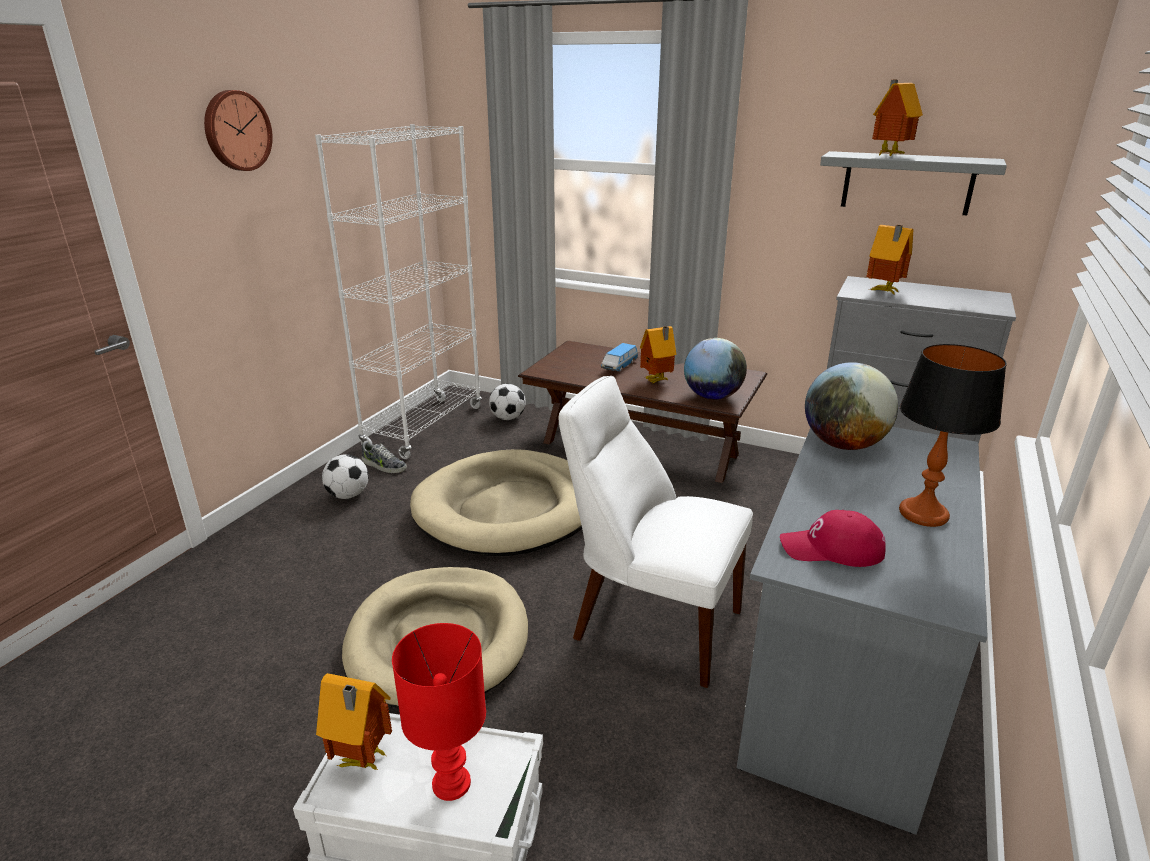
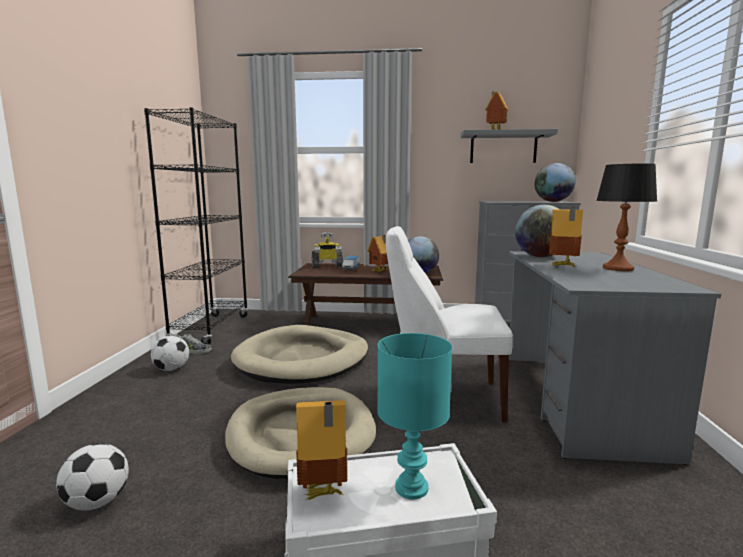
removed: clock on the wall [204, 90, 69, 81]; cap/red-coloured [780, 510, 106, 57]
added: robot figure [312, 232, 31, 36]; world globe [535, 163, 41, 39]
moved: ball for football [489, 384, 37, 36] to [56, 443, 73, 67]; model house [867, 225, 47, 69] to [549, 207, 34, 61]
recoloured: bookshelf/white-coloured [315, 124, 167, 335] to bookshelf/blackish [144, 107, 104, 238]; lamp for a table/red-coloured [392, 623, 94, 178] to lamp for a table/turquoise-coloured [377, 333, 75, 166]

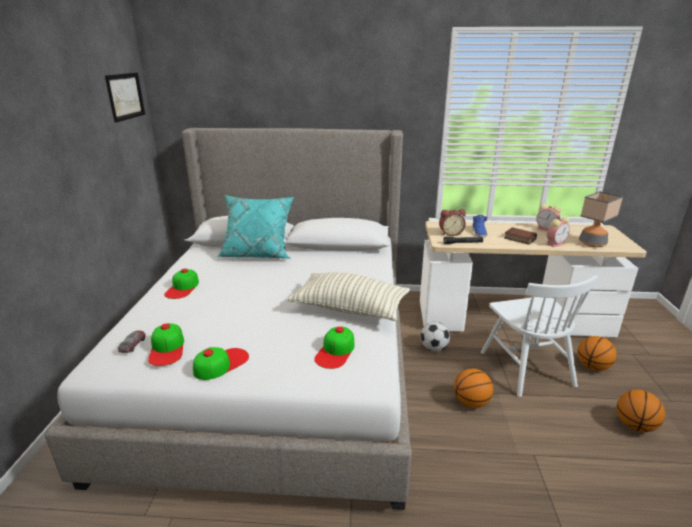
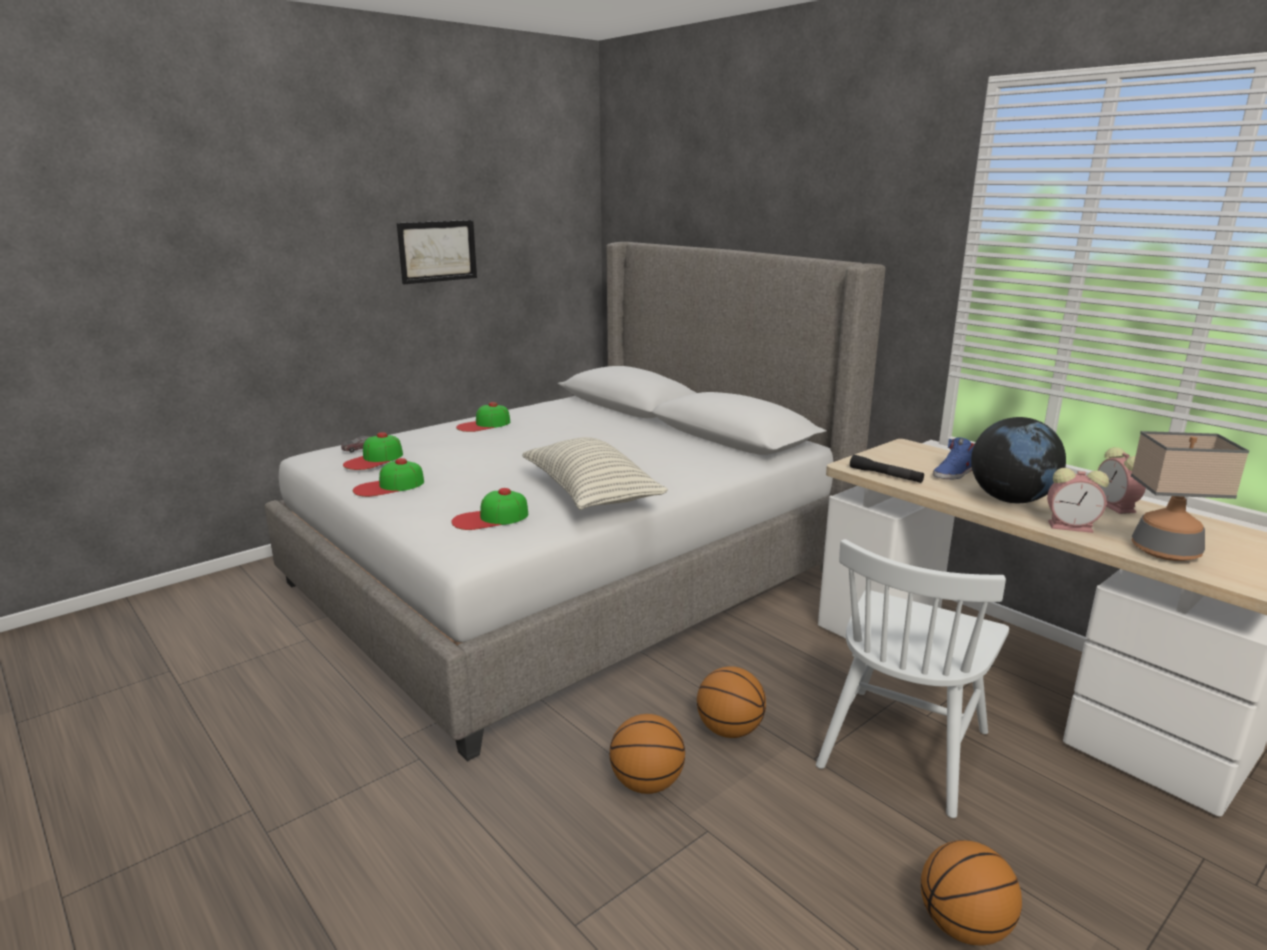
removed: pillow/turquoise-coloured [216, 195, 78, 64]; ball for football [421, 322, 29, 29]; table clock [439, 209, 27, 27]
moved: wall art [105, 73, 40, 50] to [397, 220, 80, 64]; ball for basketball [578, 336, 39, 35] to [610, 714, 75, 80]
replaced: bound book [504, 227, 33, 18] to world globe [971, 417, 95, 86]
turned: cap [193, 347, 56, 33] = [353, 458, 71, 39] 150 degrees clockwise

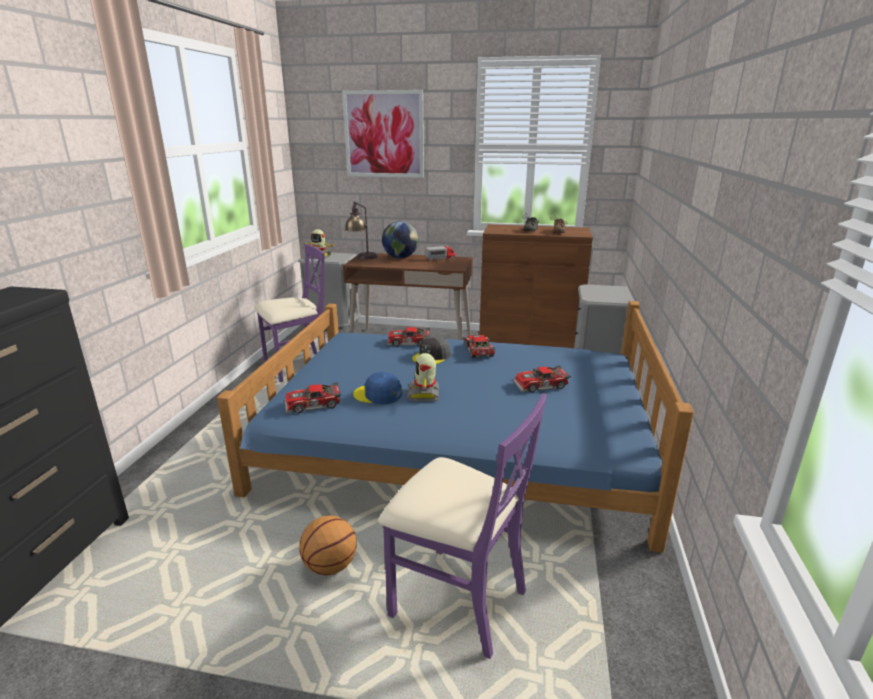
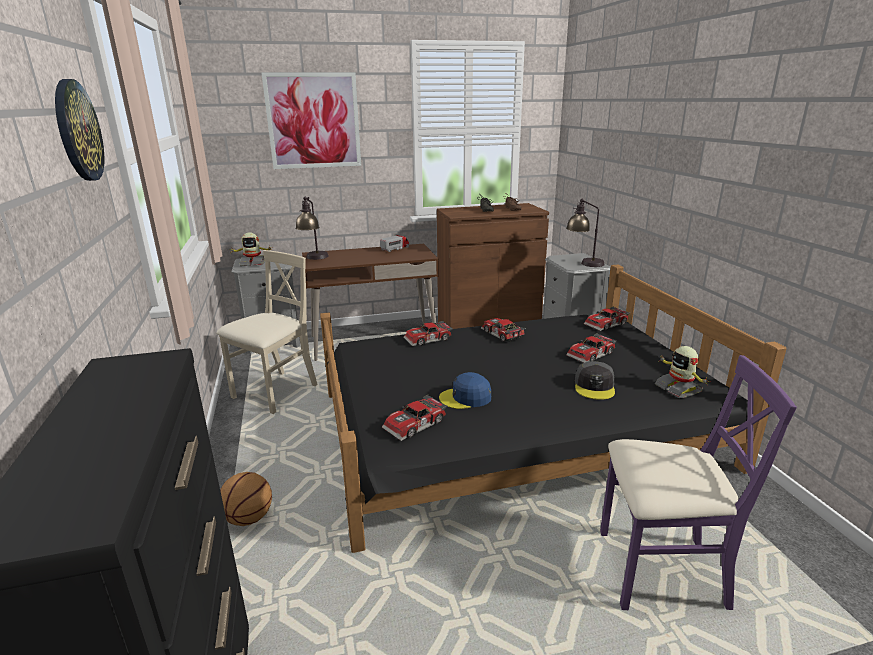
removed: world globe [382, 221, 36, 37]
added: clock on the wall [55, 79, 49, 102]; lamp for a table [566, 199, 39, 68]; model car [584, 306, 46, 25]
moved: ball for basketball [299, 515, 58, 61] to [220, 472, 52, 54]; robot figure [407, 353, 32, 49] to [655, 346, 54, 52]; cap/gray [412, 336, 39, 28] to [575, 361, 40, 39]
recoloured: bedroom bed/blue-coloured [217, 301, 477, 252] to bedroom bed/blackish [320, 265, 467, 288]; plain chair/purple-coloured [254, 244, 72, 138] to plain chair/beige [216, 250, 102, 164]

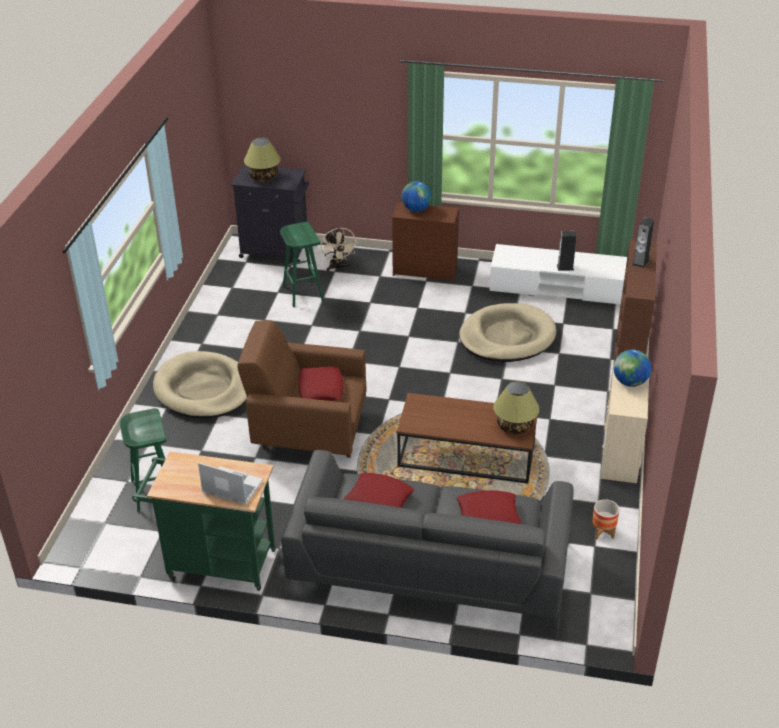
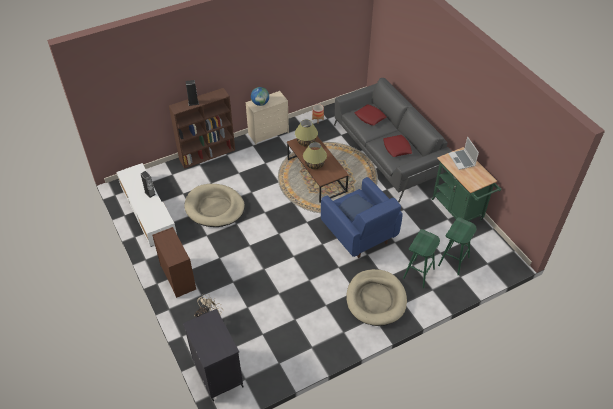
removed: world globe [401, 181, 31, 31]
moved: lamp for a table [244, 138, 37, 44] to [303, 142, 24, 27]; stool seat/green-coloured [280, 222, 44, 85] to [403, 229, 37, 59]
recoloured: armchair/brown-coloured [237, 320, 130, 138] to armchair/blue-coloured [321, 177, 82, 81]; pillow/red-coloured [298, 366, 45, 35] to pillow/blue-coloured [339, 194, 34, 27]

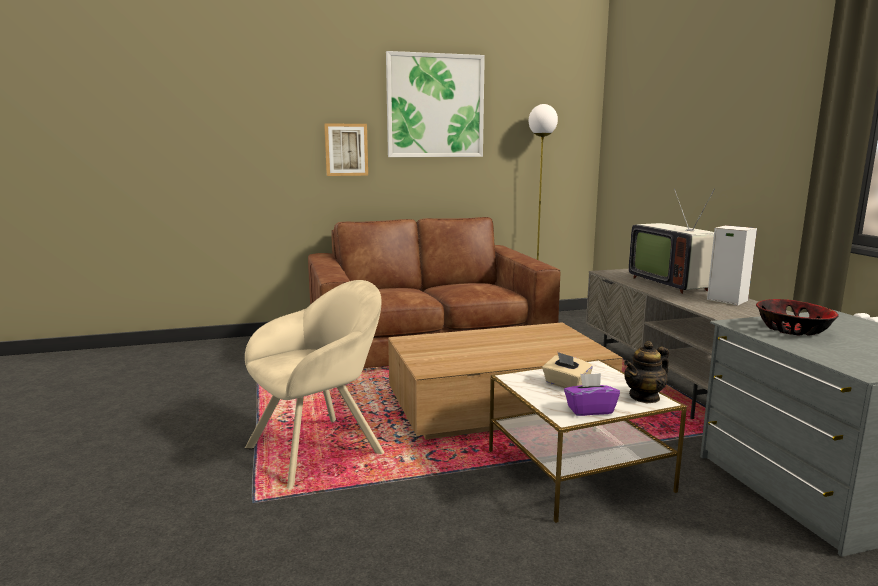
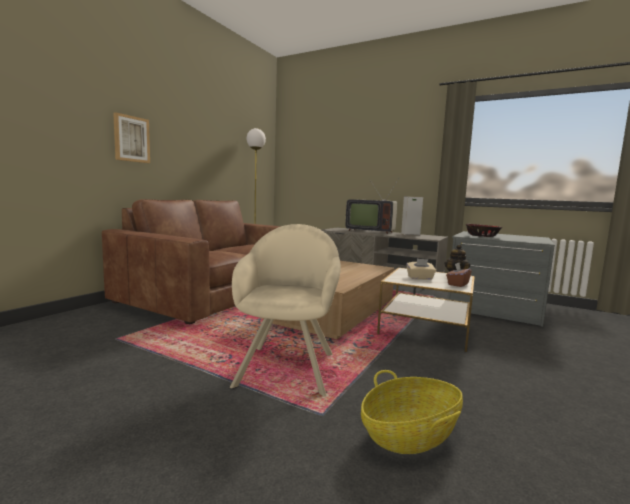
removed: wall art [386, 51, 99, 106]
added: basket [361, 370, 102, 84]
recoloured: box of tissues/purple-coloured [564, 373, 56, 43] to box of tissues/brown-coloured [446, 263, 26, 24]

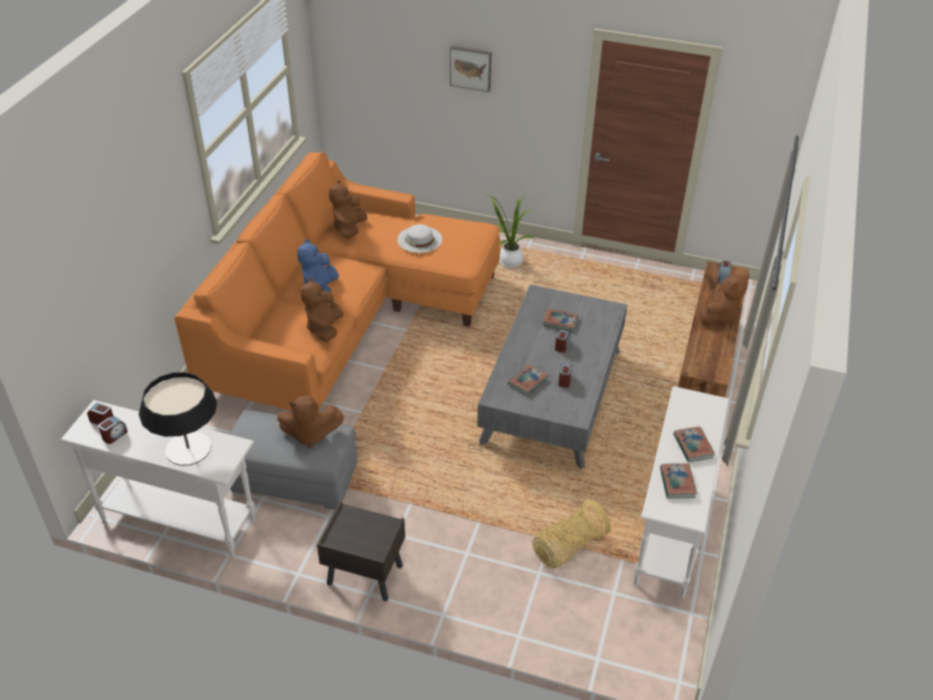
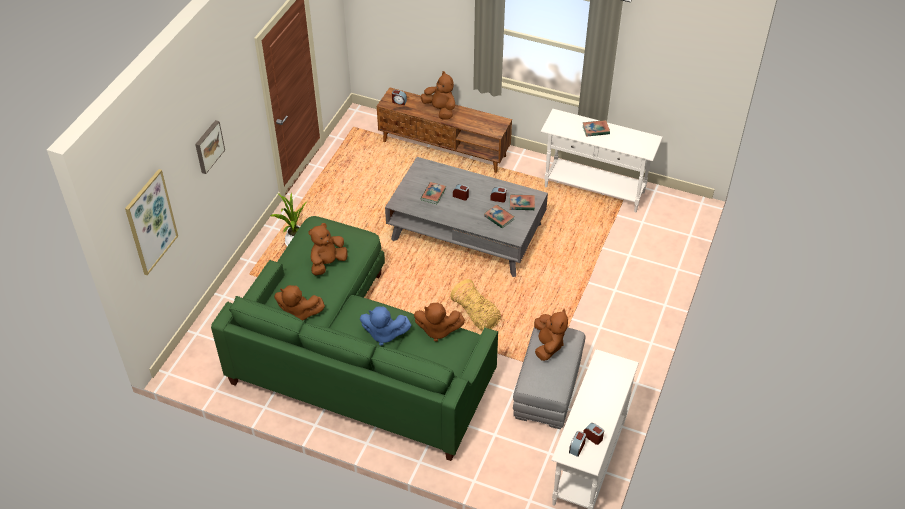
removed: lamp for a table [139, 372, 78, 94]; bedside table/brown-coloured [317, 501, 88, 100]
added: wall art [125, 169, 53, 106]
moved: basket [532, 499, 79, 69] to [450, 279, 51, 52]; bound book [660, 463, 37, 35] to [510, 195, 25, 15]
replaced: clothing hat/white-coloured [397, 224, 45, 29] to cuddly toy/brown-coloured [308, 223, 40, 52]
recoloured: settee/orangey [174, 152, 326, 259] to settee/green-coloured [211, 216, 287, 245]

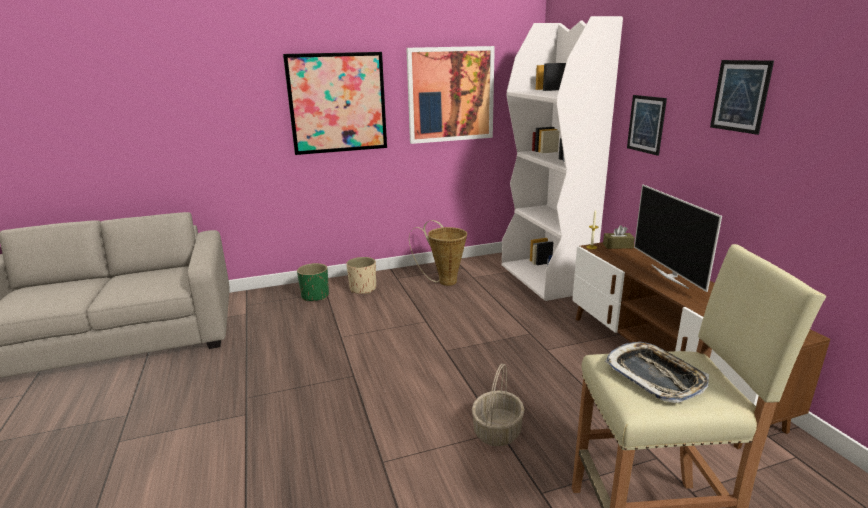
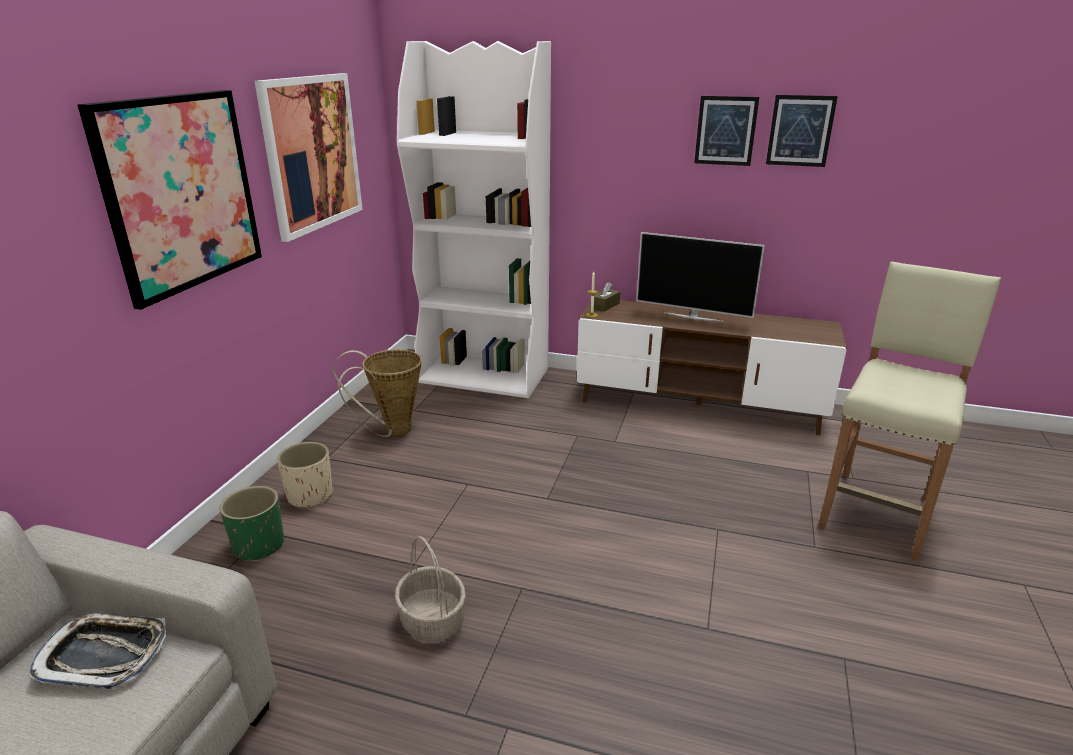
moved: basket [472, 364, 52, 82] to [395, 536, 71, 106]; carrying tray [605, 342, 104, 61] to [29, 613, 137, 76]; wall art [627, 95, 40, 61] to [766, 95, 72, 72]

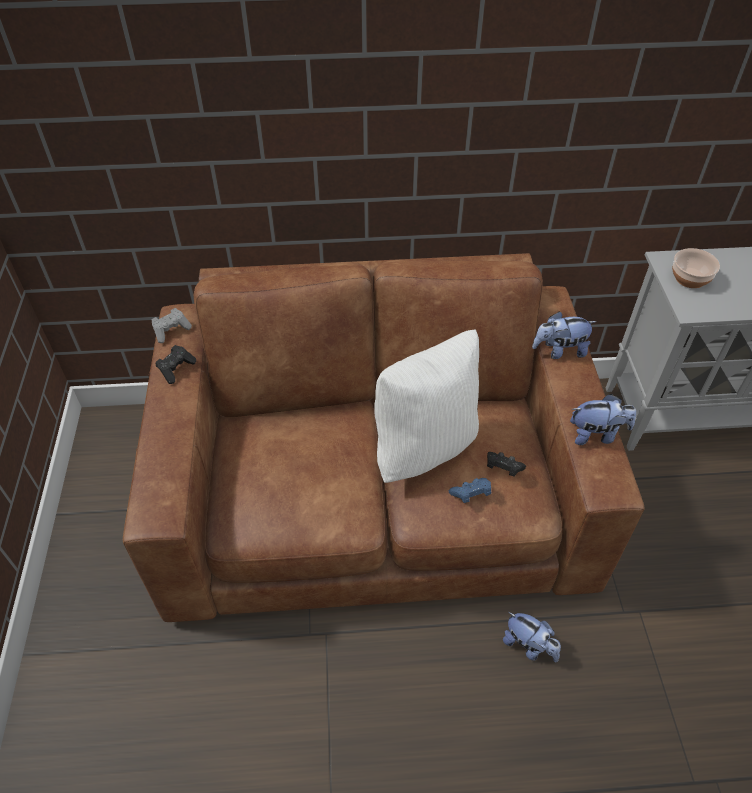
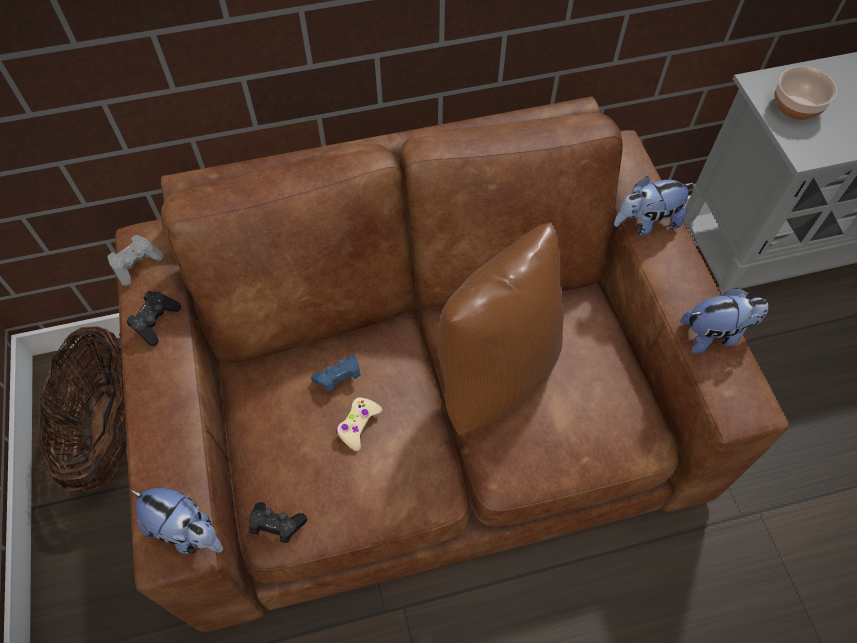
added: basket [38, 326, 89, 166]; gamepad/beige [336, 397, 46, 54]
moved: gamepad/blue-coloured [449, 478, 42, 25] to [311, 355, 50, 37]; gamepad/blackish [487, 452, 39, 25] to [249, 502, 58, 41]; cuddly toy [503, 612, 58, 50] to [131, 488, 92, 66]
recoloured: pillow/white-coloured [374, 330, 105, 153] to pillow/brown-coloured [437, 222, 127, 213]

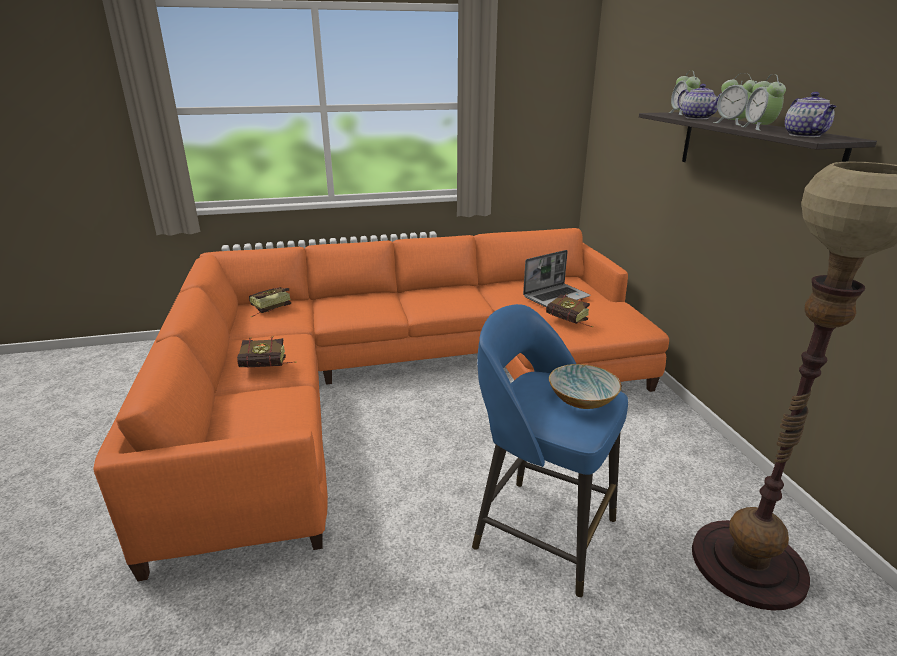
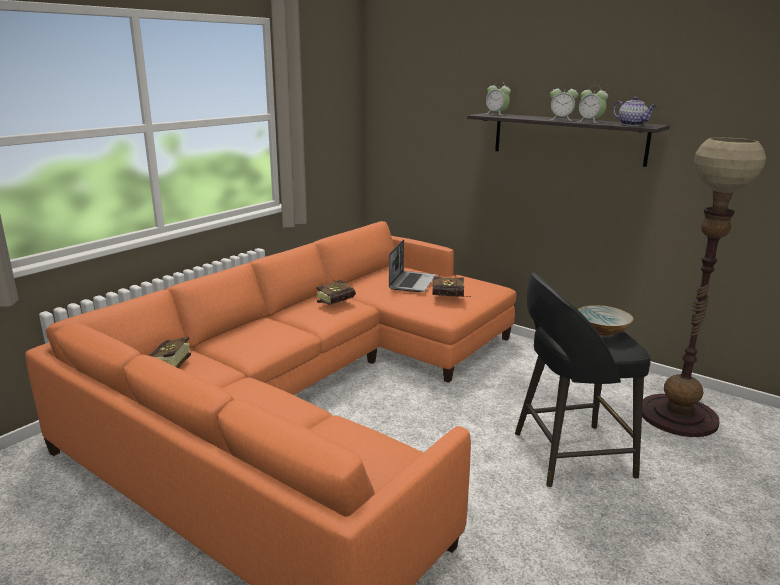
removed: pot for tea [678, 84, 43, 35]
moved: bound book [237, 336, 59, 31] to [317, 280, 38, 25]
recoloured: stool seat/blue-coloured [472, 304, 156, 293] to stool seat/blackish [515, 273, 136, 214]

